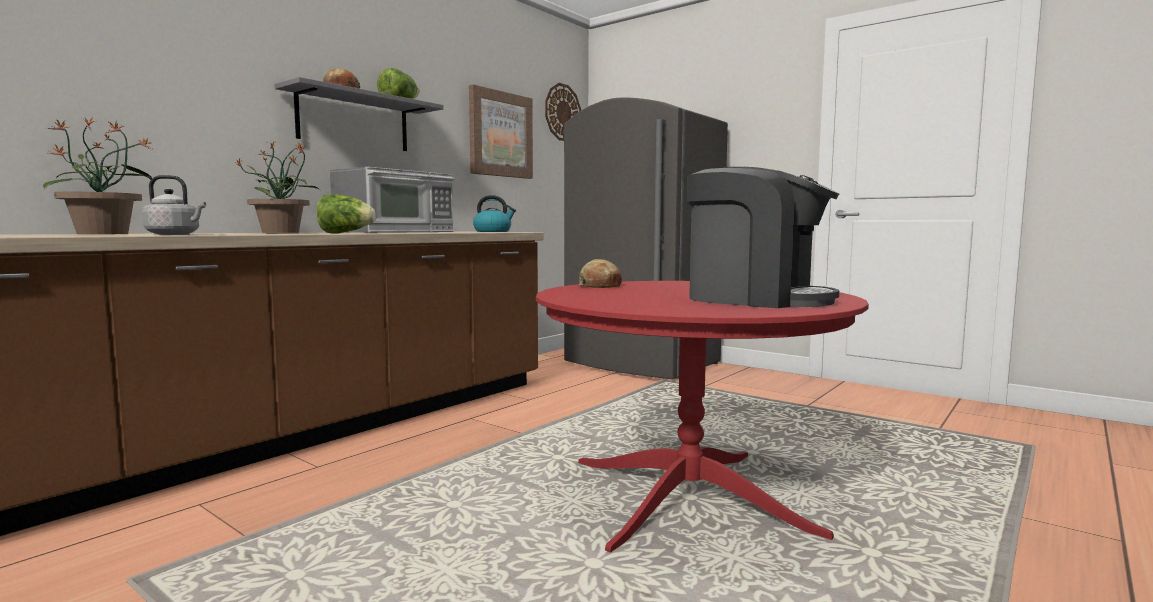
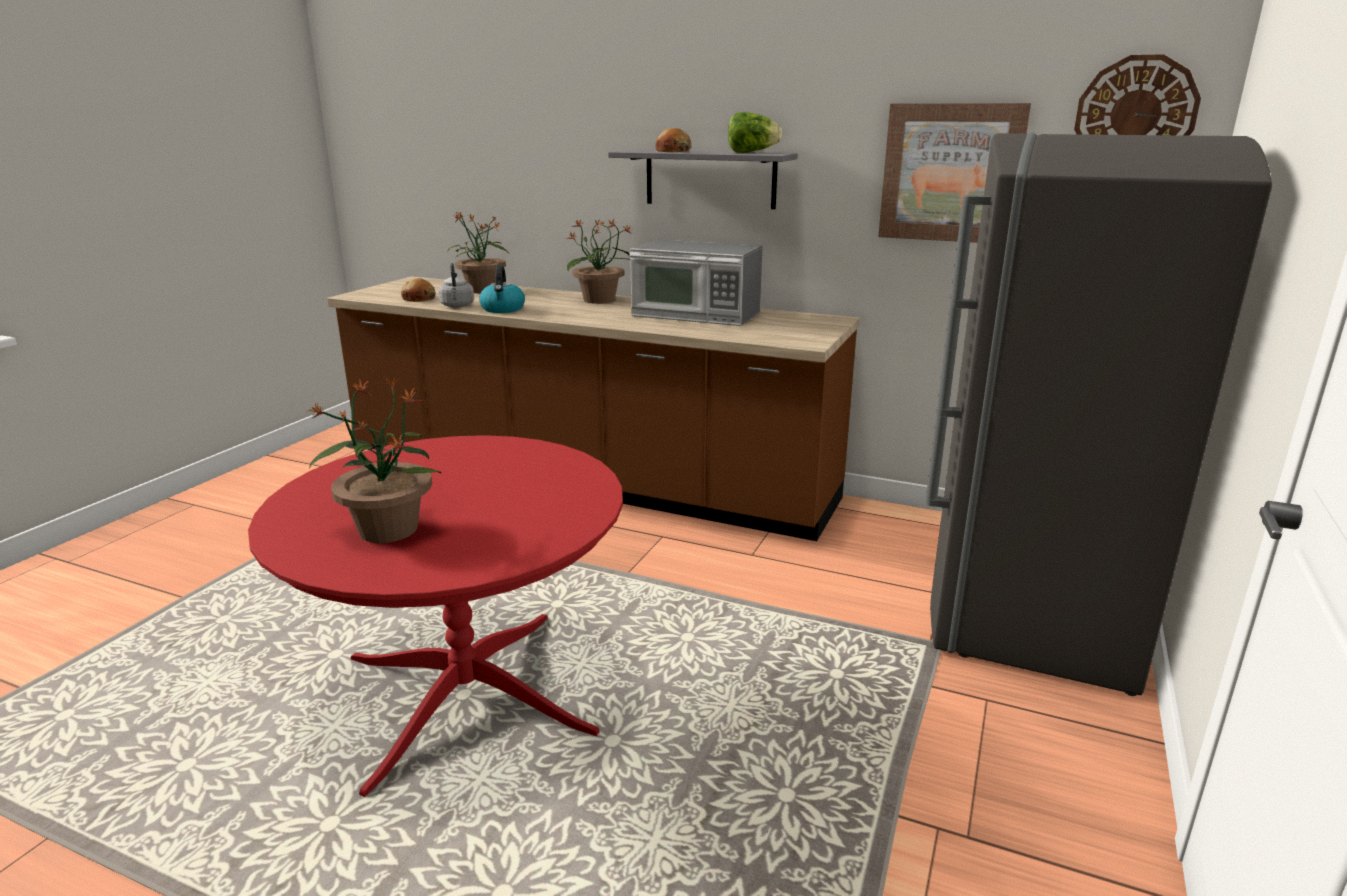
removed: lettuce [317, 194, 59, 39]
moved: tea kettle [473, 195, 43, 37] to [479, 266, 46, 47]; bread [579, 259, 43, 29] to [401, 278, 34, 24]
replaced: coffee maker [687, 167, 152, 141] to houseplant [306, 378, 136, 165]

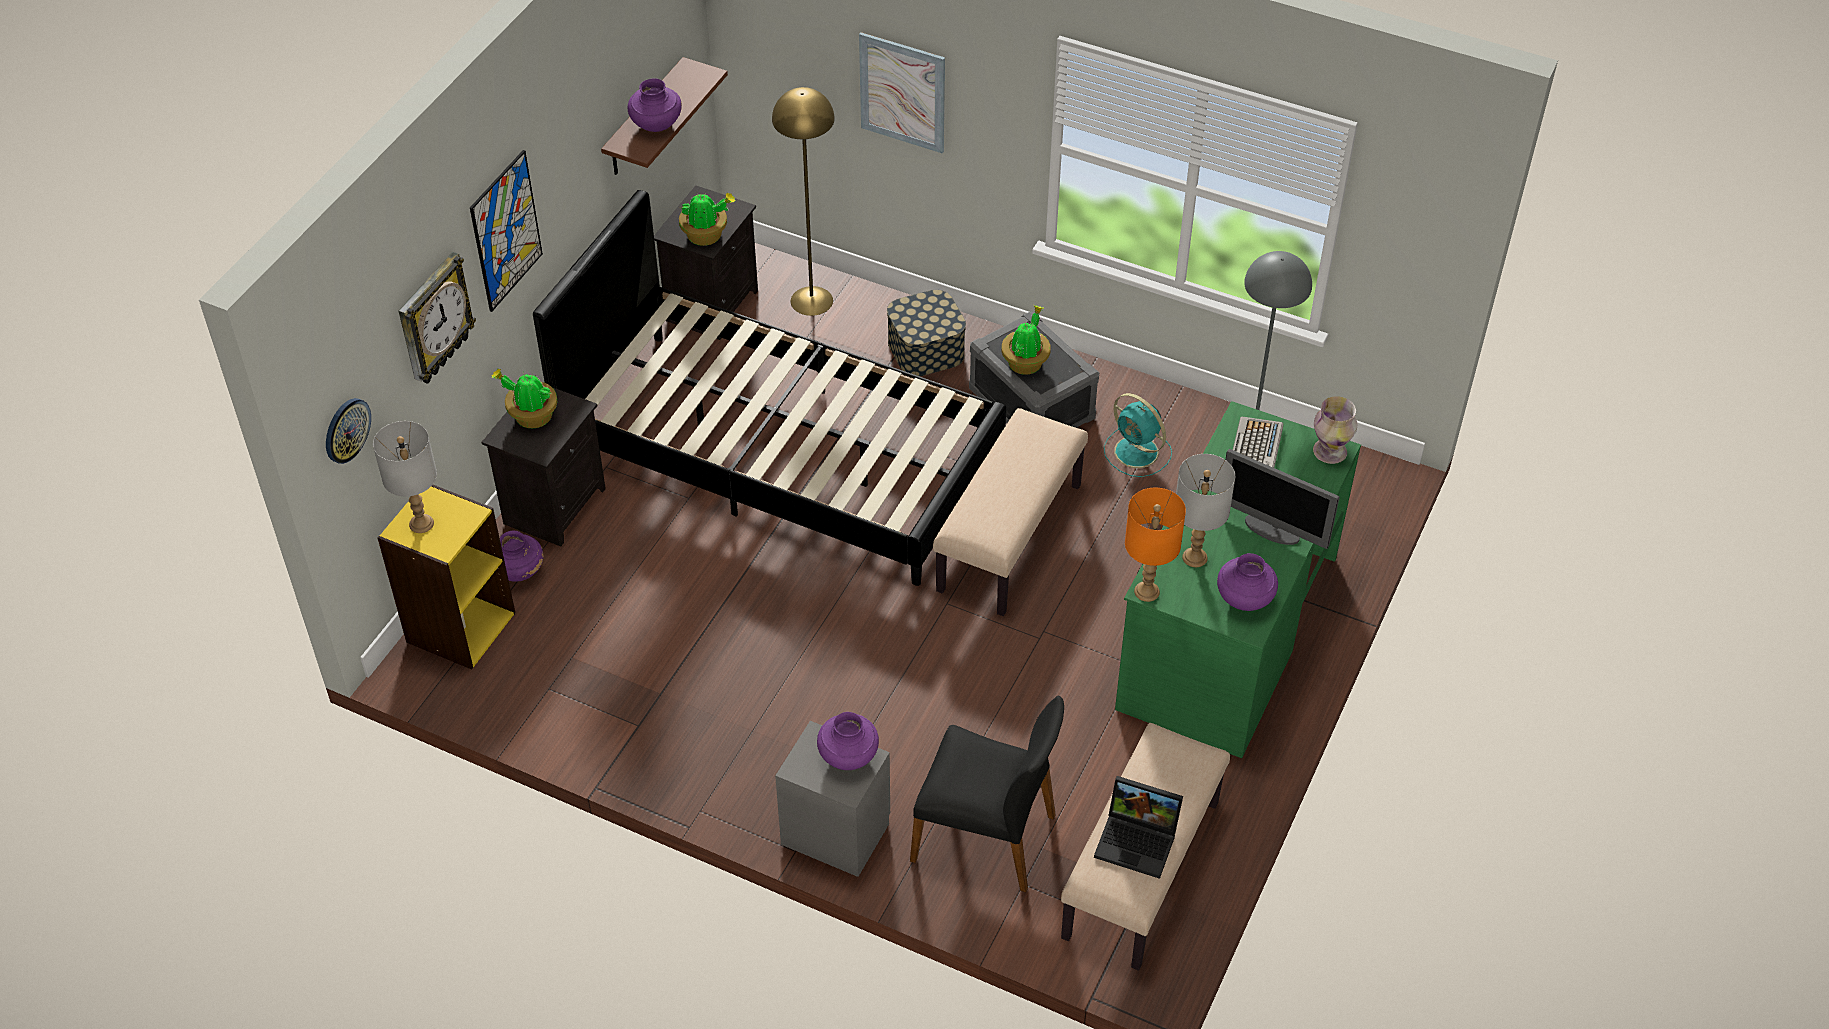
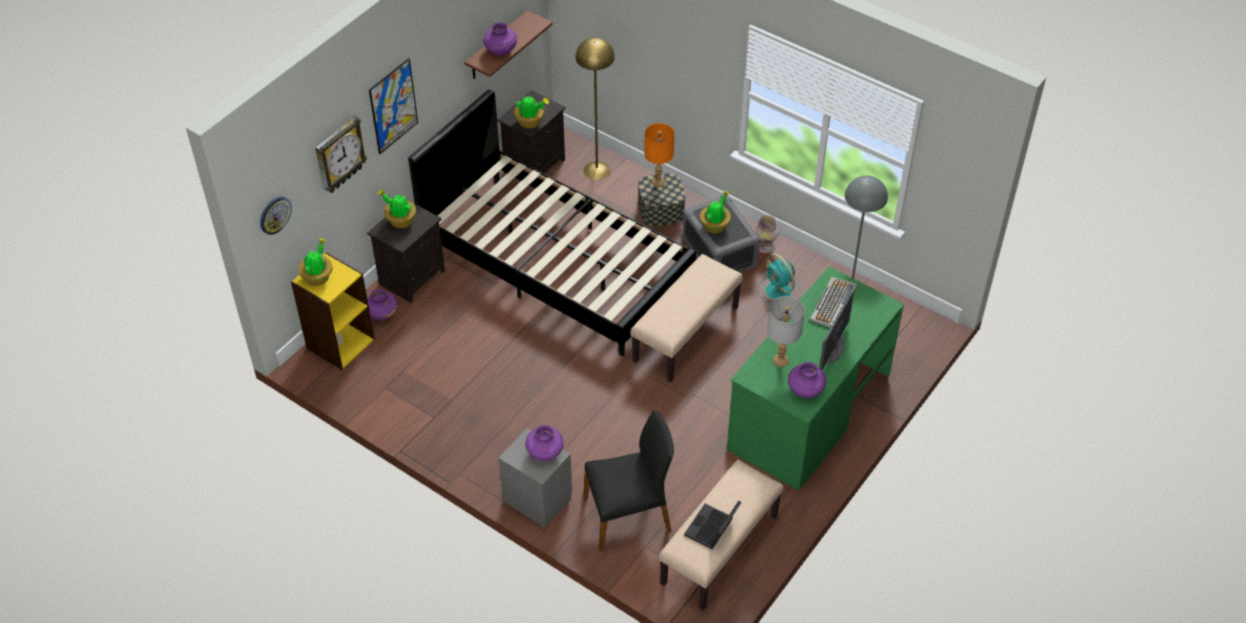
removed: wall art [859, 32, 86, 121]
moved: lamp for a table/orangey [1125, 488, 61, 114] to [644, 123, 30, 64]; decorative vase [1313, 396, 44, 68] to [755, 215, 24, 38]
replaced: lamp for a table/gray [373, 421, 64, 112] to houseplant [298, 238, 35, 48]
turned: plain chair/blackish [910, 696, 154, 196] = [583, 410, 91, 141] 45 degrees counterclockwise; notebook computer [1094, 776, 89, 103] = [684, 501, 58, 48] 90 degrees clockwise; computer screen [1226, 449, 114, 100] = [819, 289, 35, 81] 75 degrees clockwise

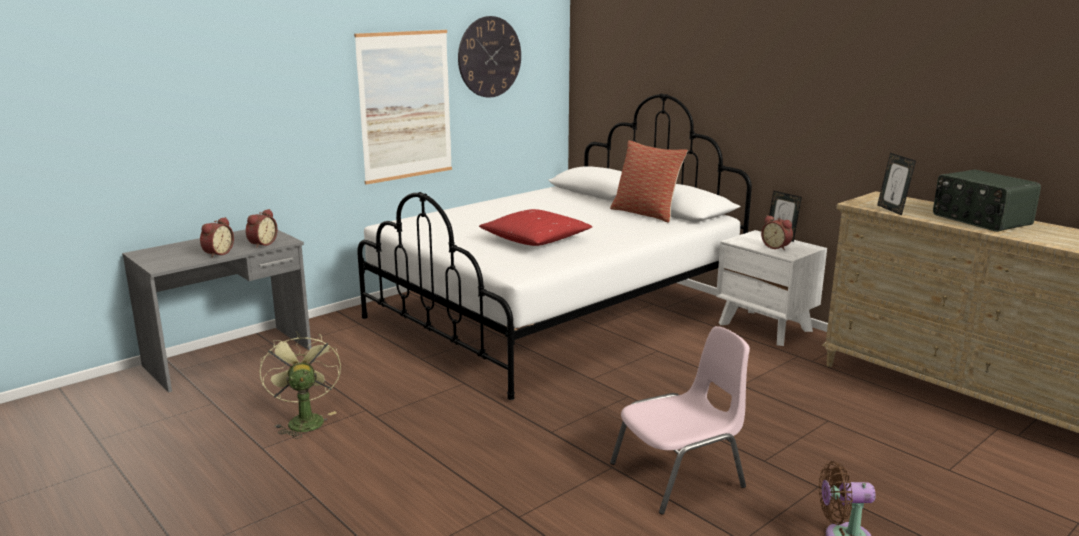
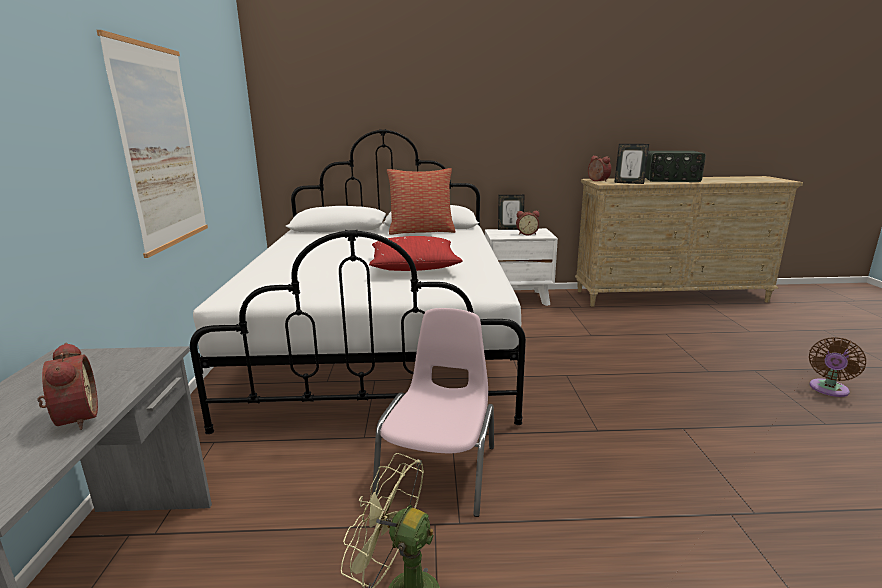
removed: clock on the wall [458, 16, 63, 82]
moved: table clock [246, 209, 32, 39] to [588, 156, 24, 25]; plain chair/pink-coloured [610, 326, 140, 189] to [372, 308, 122, 209]

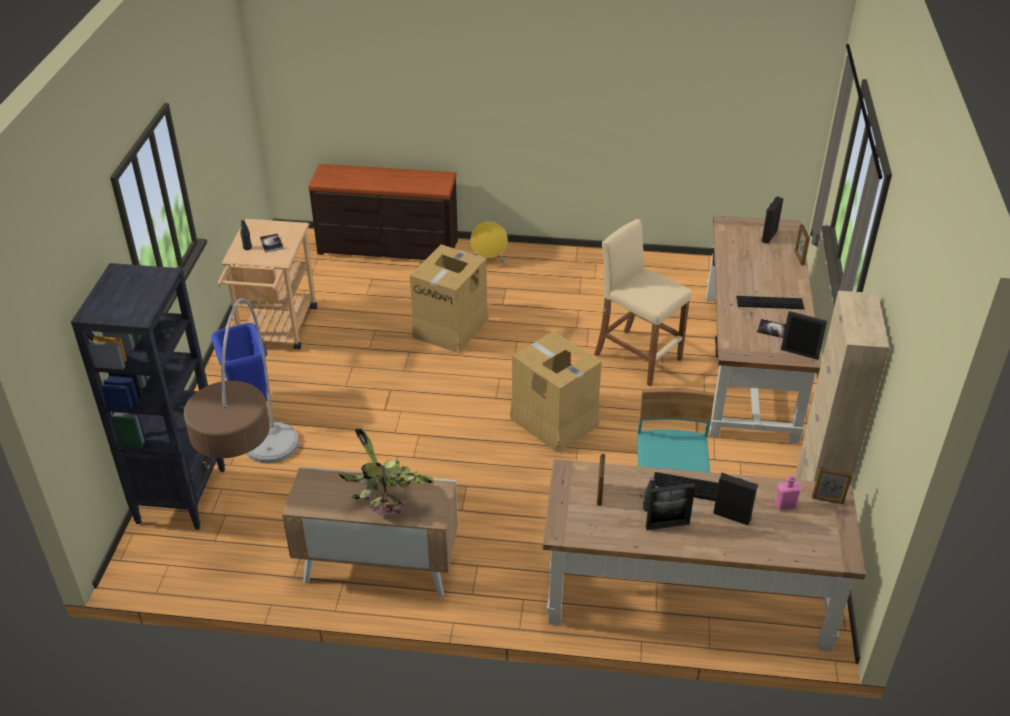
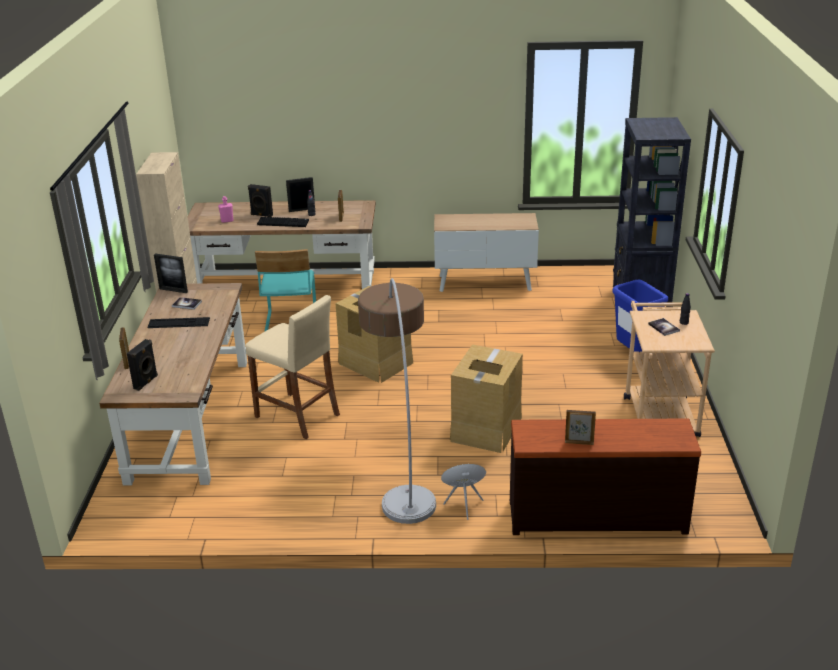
removed: houseplant [339, 428, 95, 88]
moved: floor lamp [184, 298, 115, 165] to [358, 278, 78, 246]; picture frame [812, 467, 40, 37] to [565, 410, 31, 35]

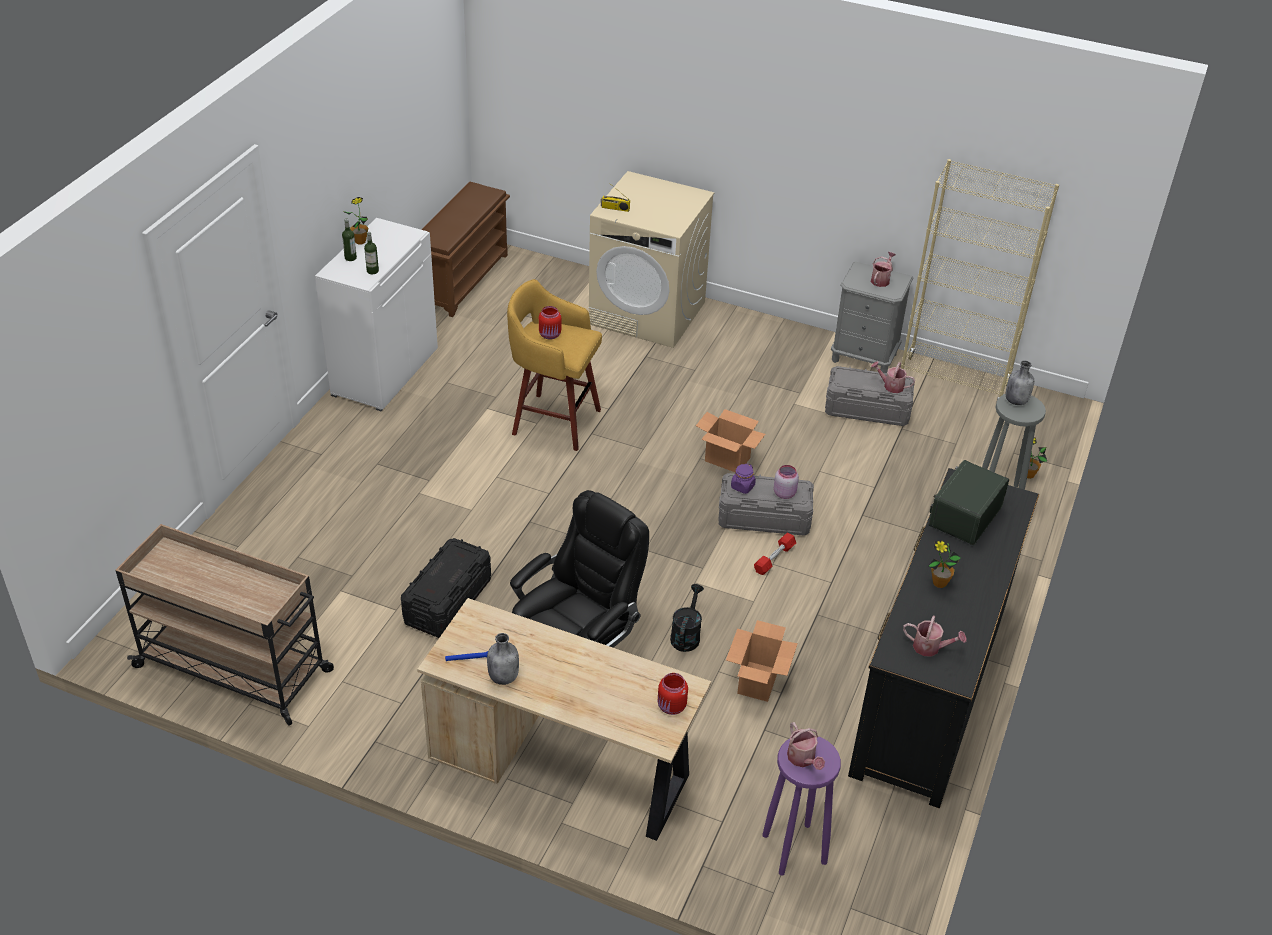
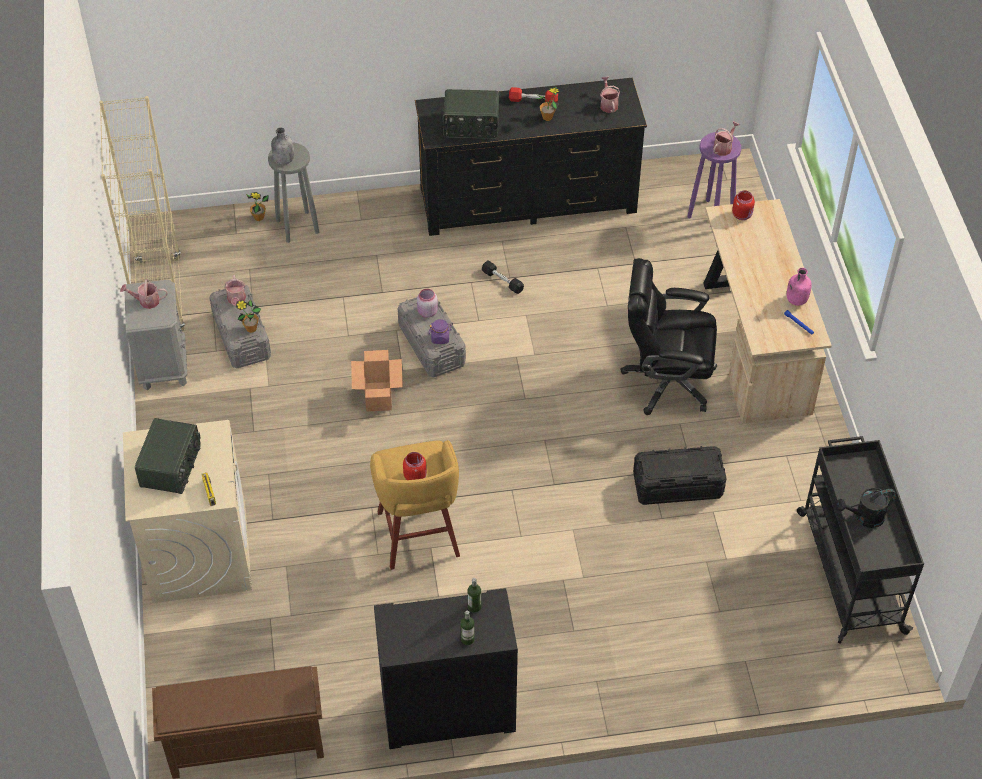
removed: cardboard box [726, 620, 72, 82]
added: radio set [135, 418, 66, 76]; hand weight/blackish [482, 260, 42, 34]
moved: houseplant [343, 197, 25, 47] to [236, 299, 25, 34]; sprinkling can/blackish [670, 584, 34, 68] to [836, 488, 60, 40]; hand weight/red-coloured [754, 532, 42, 43] to [509, 87, 49, 16]
recoloured: cart/beige [115, 524, 219, 202] to cart/blackish [797, 436, 127, 208]; storage cabinet/white-coloured [315, 218, 123, 193] to storage cabinet/blackish [374, 588, 144, 161]; bottle/gray [487, 633, 32, 52] to bottle/pink-coloured [787, 268, 25, 38]

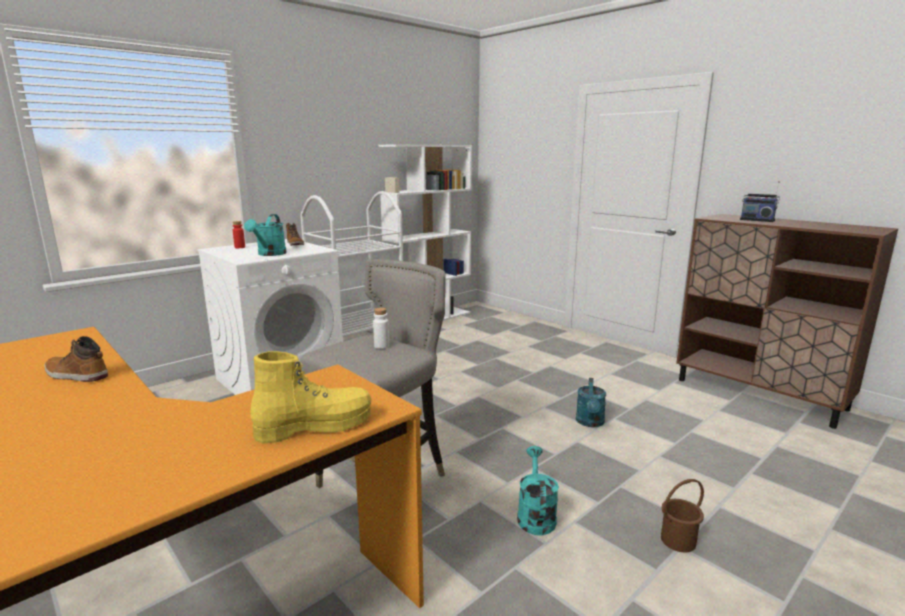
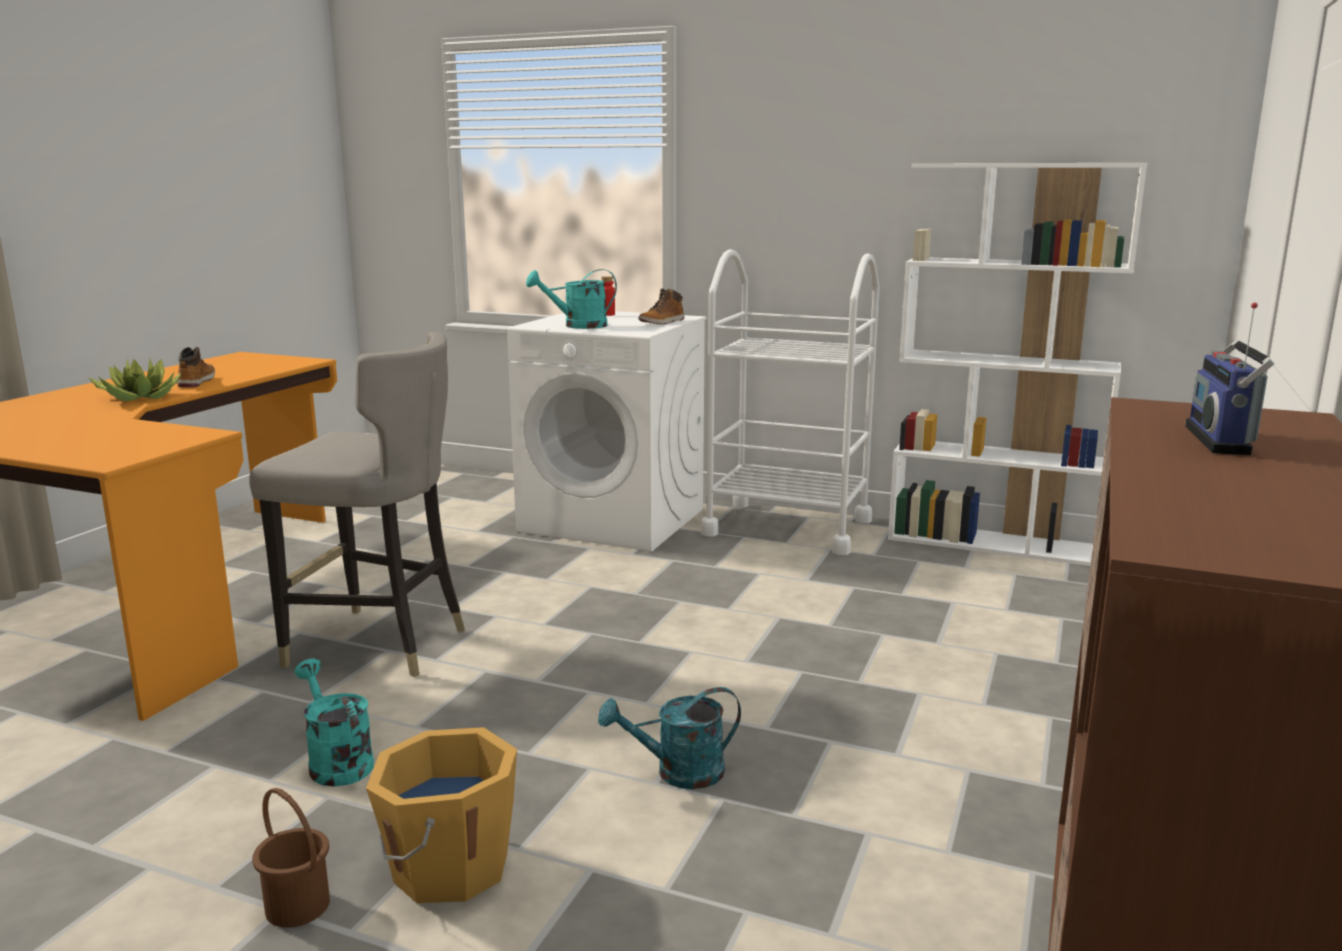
removed: high-top boot/yellow-coloured [250, 351, 121, 93]; bottle/white-coloured [373, 308, 16, 41]
added: houseplant [88, 358, 94, 43]; water bucket/orangey [366, 727, 151, 176]
turned: sprinkling can/turquoise-coloured [517, 446, 42, 89] = [294, 659, 80, 128] 105 degrees counterclockwise

